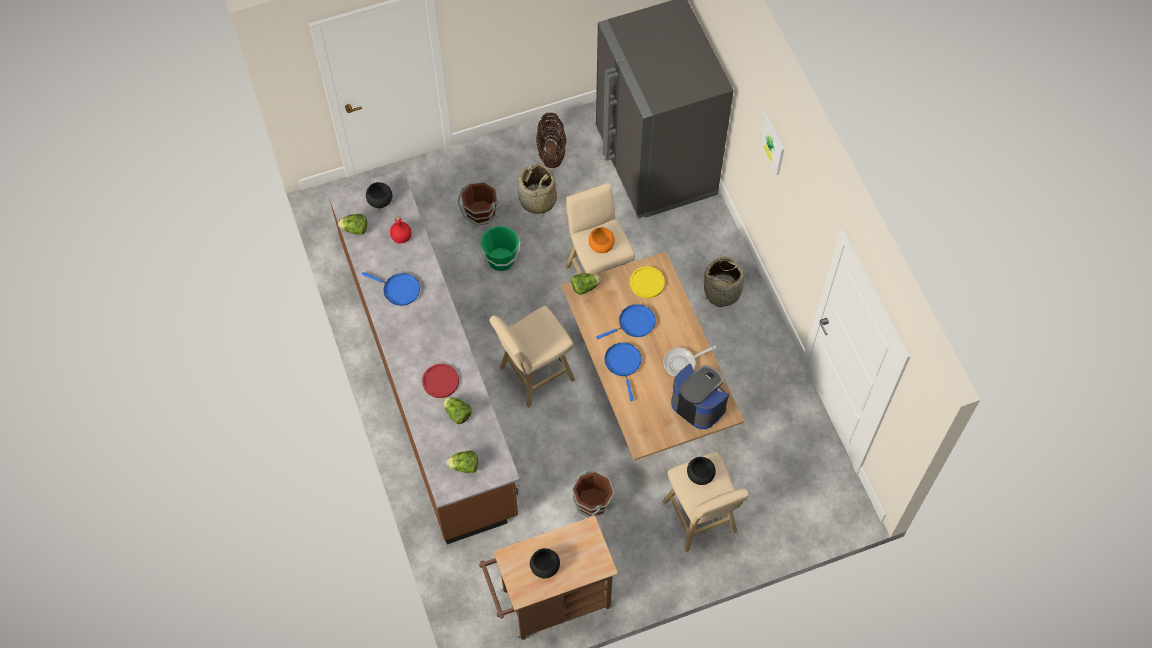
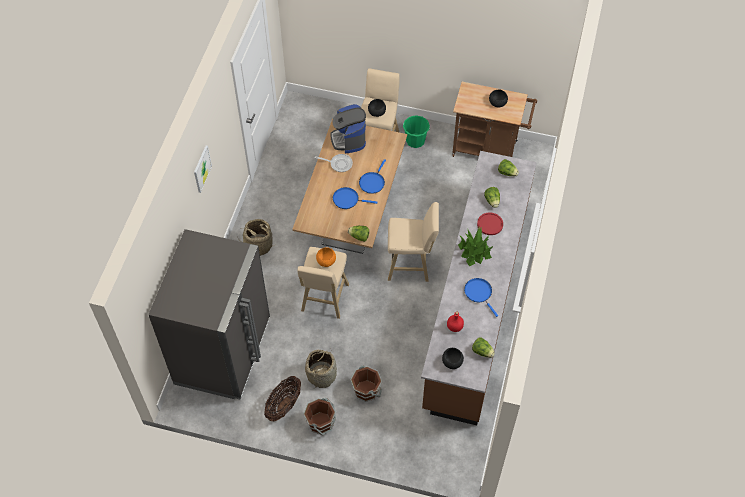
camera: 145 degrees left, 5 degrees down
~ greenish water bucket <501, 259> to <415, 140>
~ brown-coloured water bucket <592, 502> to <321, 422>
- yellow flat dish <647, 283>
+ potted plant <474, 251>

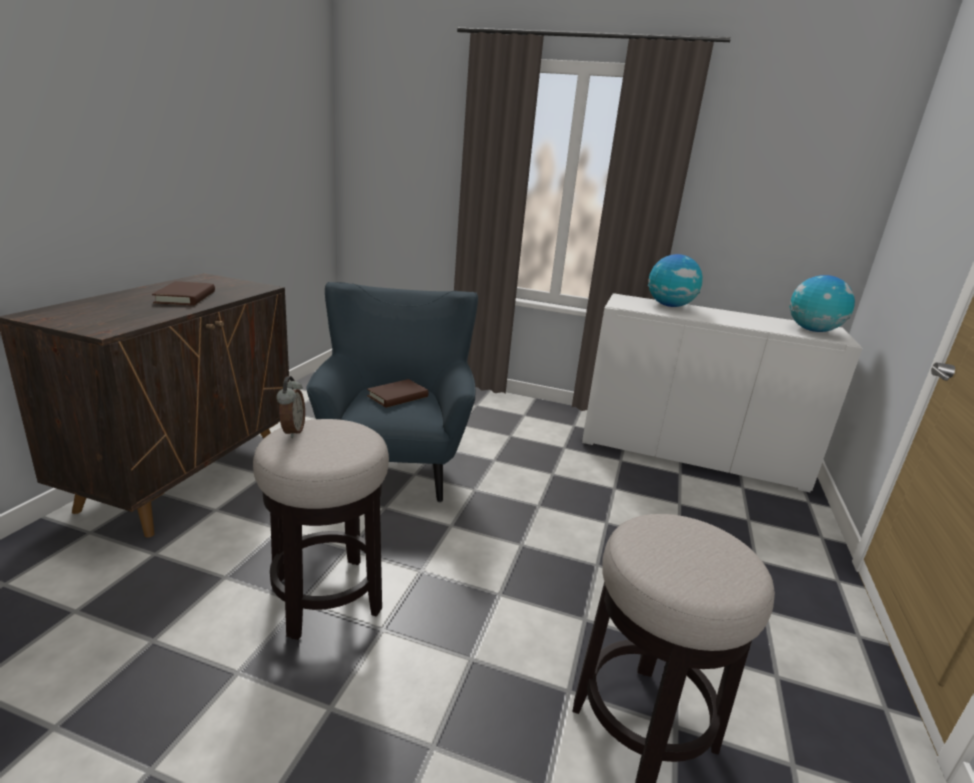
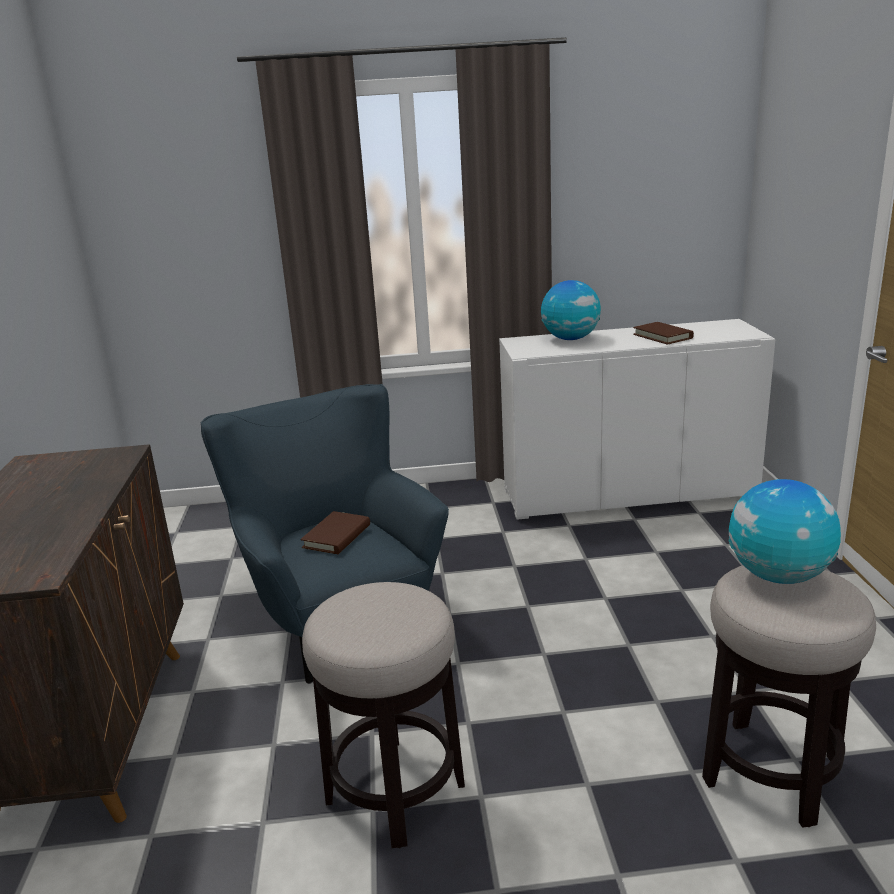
camera: 20 degrees left, 0 degrees up
~ brown-coloured bound book <185, 297> to <662, 336>
- alarm clock <292, 431>
~ world globe <813, 330> to <779, 576>

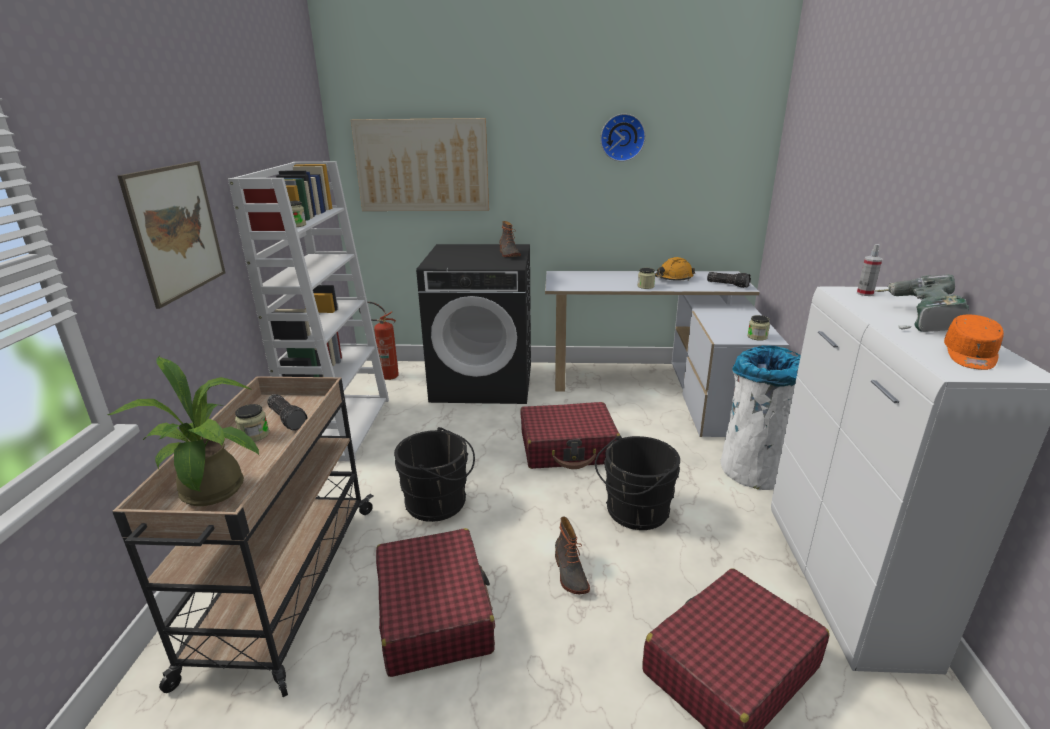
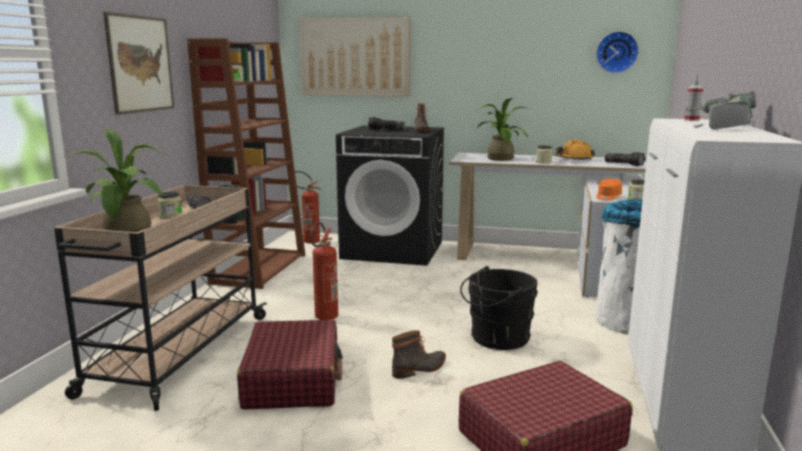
camera: 10 degrees right, 10 degrees down
~ white bookshelf <342, 426> to brown-coloured bookshelf <259, 268>
~ black-coloured water bucket <439, 503> to extinguisher <324, 318>
- reddish piece of luggage <568, 448>
~ tall boot <569, 573> = <420, 369> 120 degrees counterclockwise
~ wall clock <622, 137> to <616, 52>
~ orange cap <970, 356> to <608, 197>
+ flashlight <386, 130>
+ potted plant <500, 158>

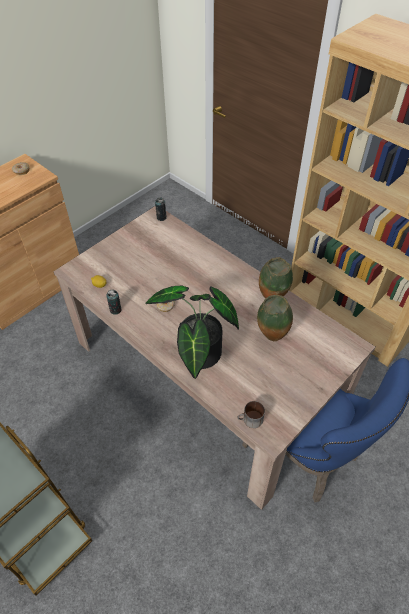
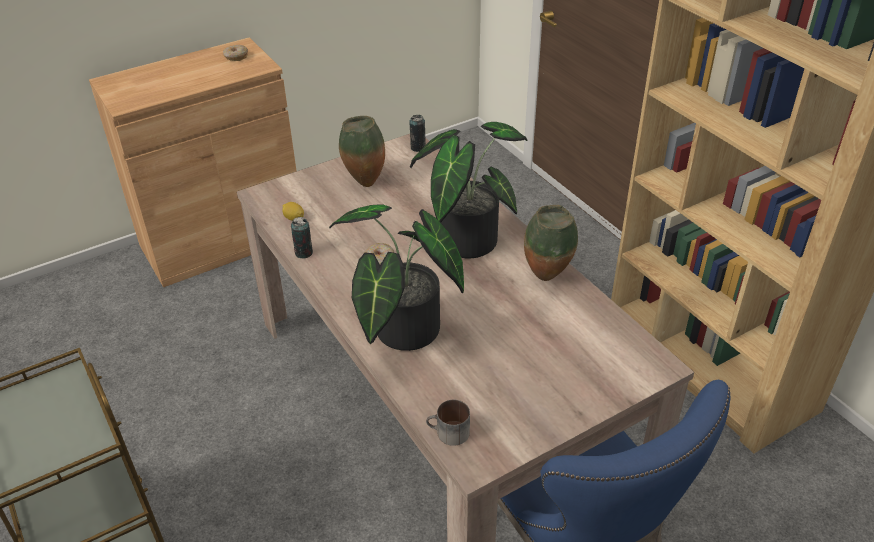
camera: 15 degrees right, 10 degrees down
~ flower vase <271, 338> to <364, 183>
+ potted plant <466, 237>

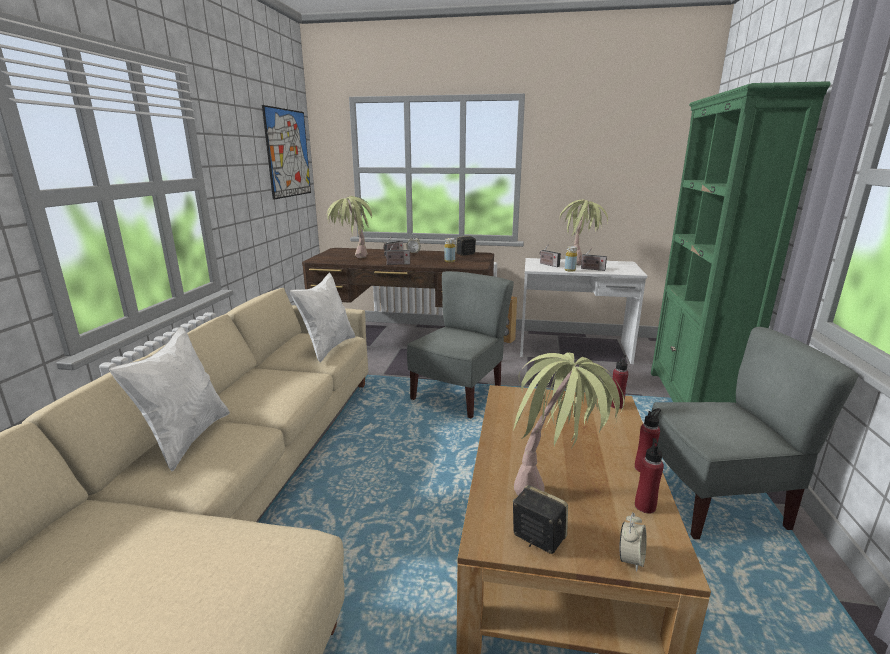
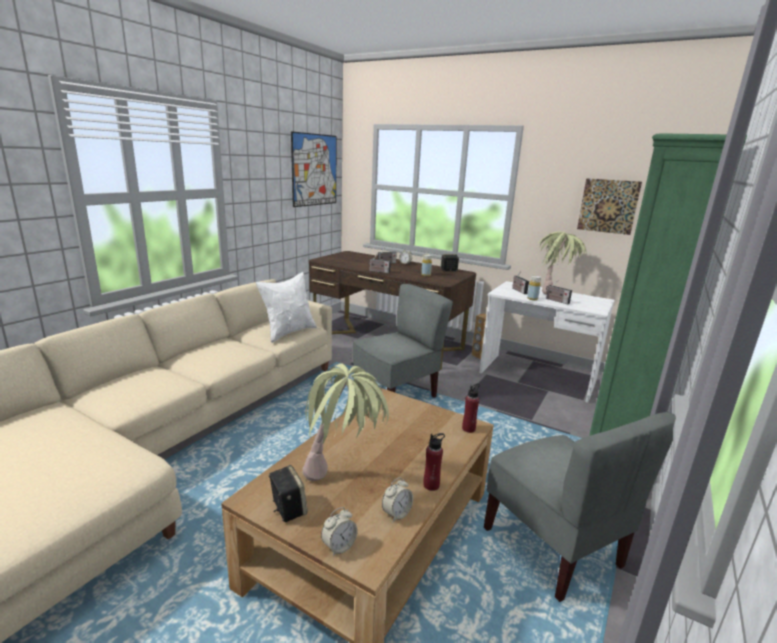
camera: 20 degrees right, 0 degrees up
- white cushion <187, 438>
- potted plant <352, 260>
~ reddish bottle <645, 506> to alarm clock <396, 513>
~ gray chair <714, 501> = <553, 547> 45 degrees clockwise
+ picture <608, 206>

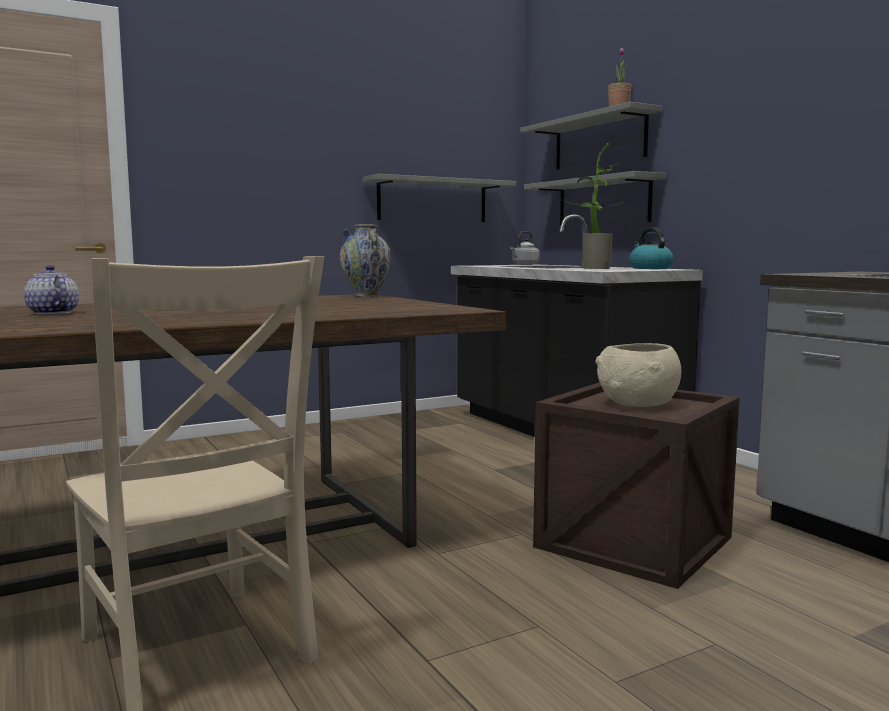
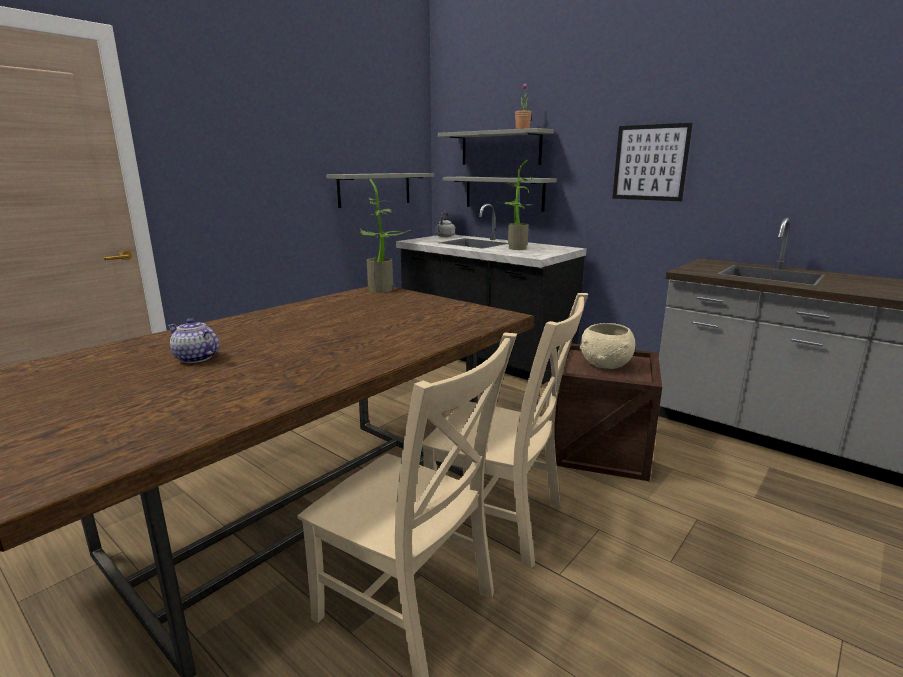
camera: 20 degrees left, 10 degrees up
~ flower vase <366, 295> to potted plant <384, 289>
- kettle <649, 268>
+ sand-coloured chair <500, 520>
+ picture <650, 163>

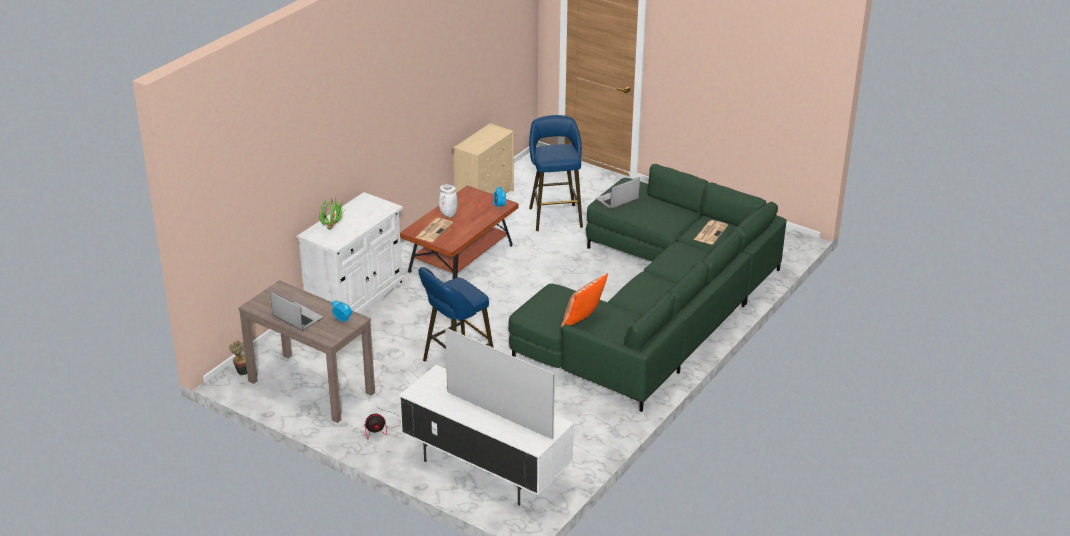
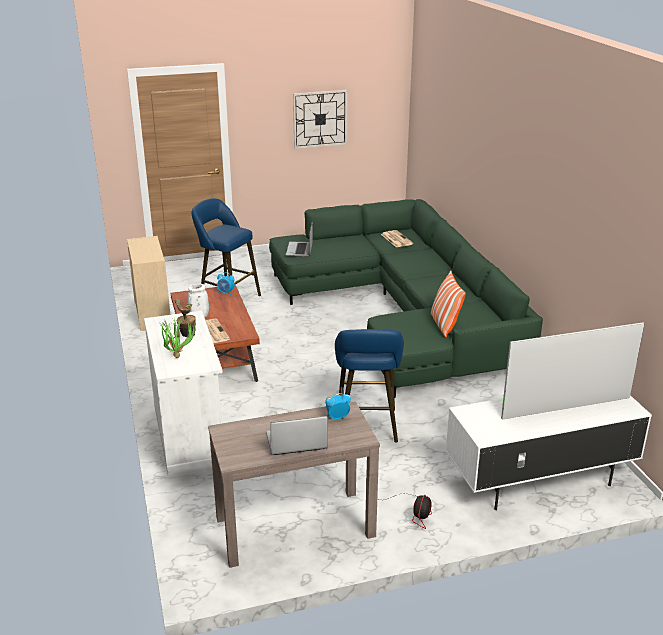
camera: 50 degrees left, 5 degrees down
~ potted plant <242, 371> to <186, 335>
+ wall clock <320, 119>

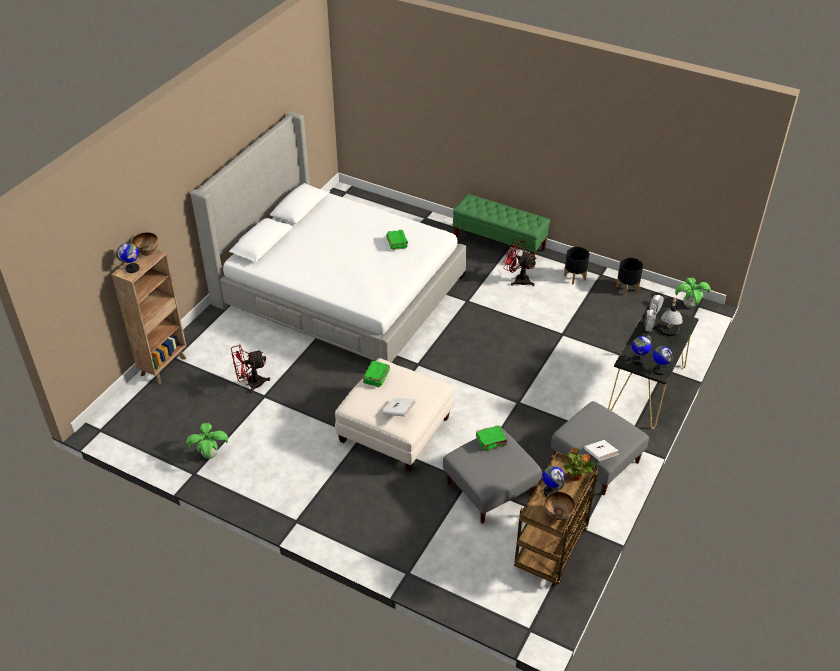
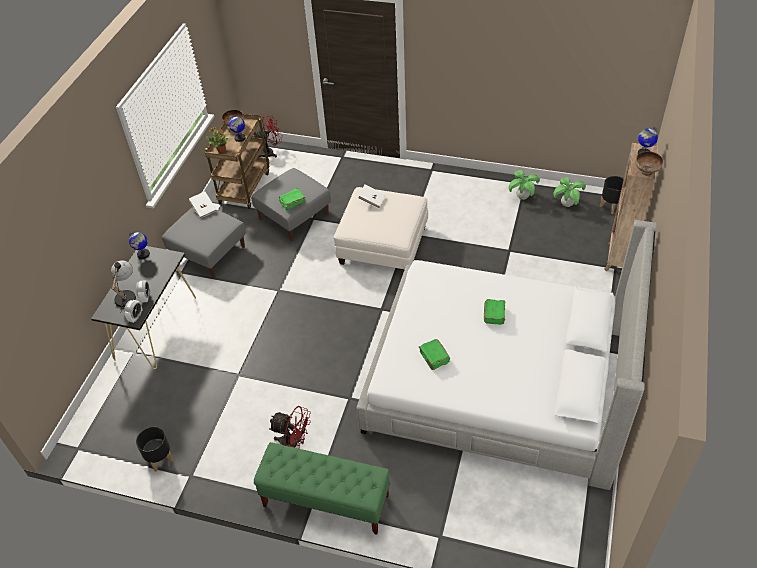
camera: 170 degrees right, 5 degrees up
~ reddish electric fan <251, 384> to <270, 152>
~ greenish bound book <376, 377> to <494, 315>
~ black-coloured plant pot <574, 277> to <611, 206>
- world globe <638, 360>
~ potted plant <689, 305> to <567, 205>

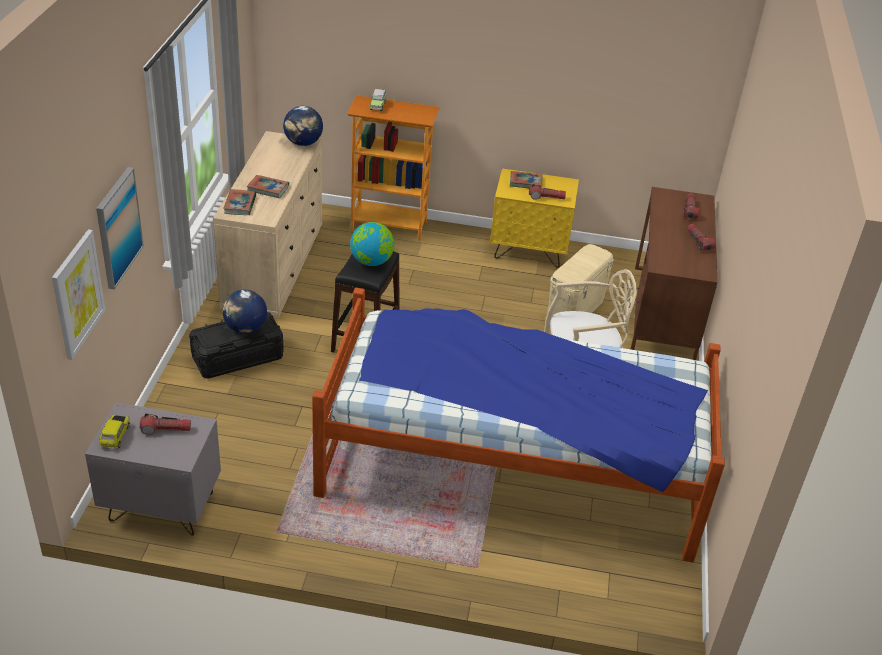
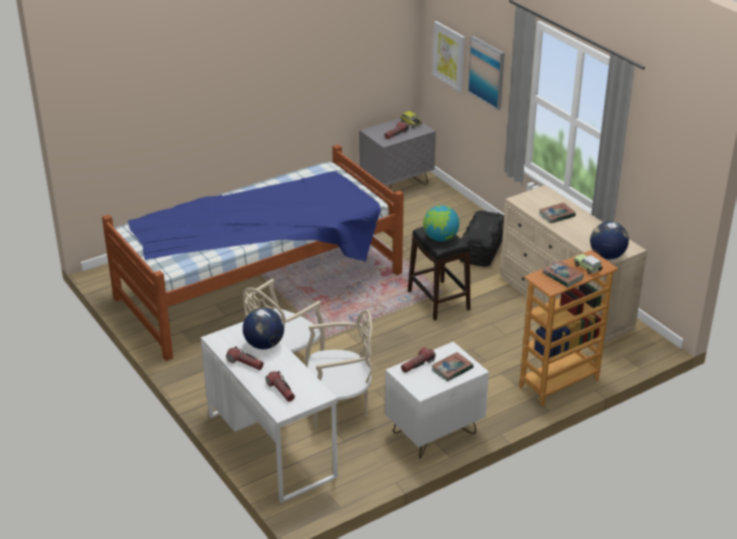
camera: 140 degrees right, 5 degrees down
~ world globe <245, 328> to <264, 344>
~ bound book <240, 205> to <562, 276>
~ yellow bedside table <529, 251> to white bedside table <434, 433>
~ sand-coloured storage bin <575, 309> to sand-coloured chair <338, 405>
~ brown-coloured desk table <662, 313> to white desk table <271, 445>

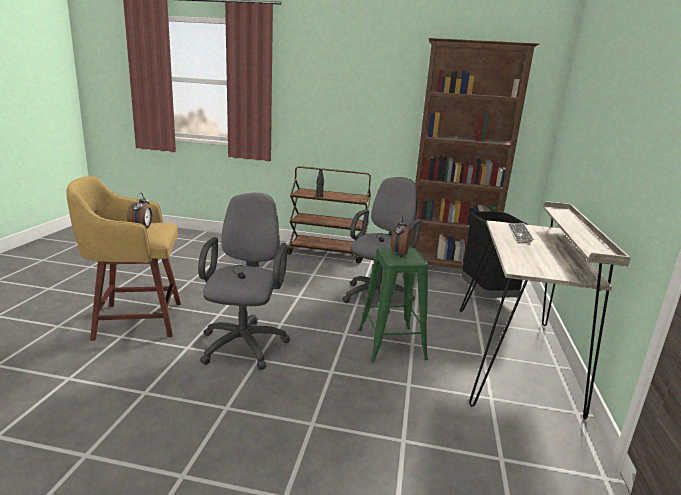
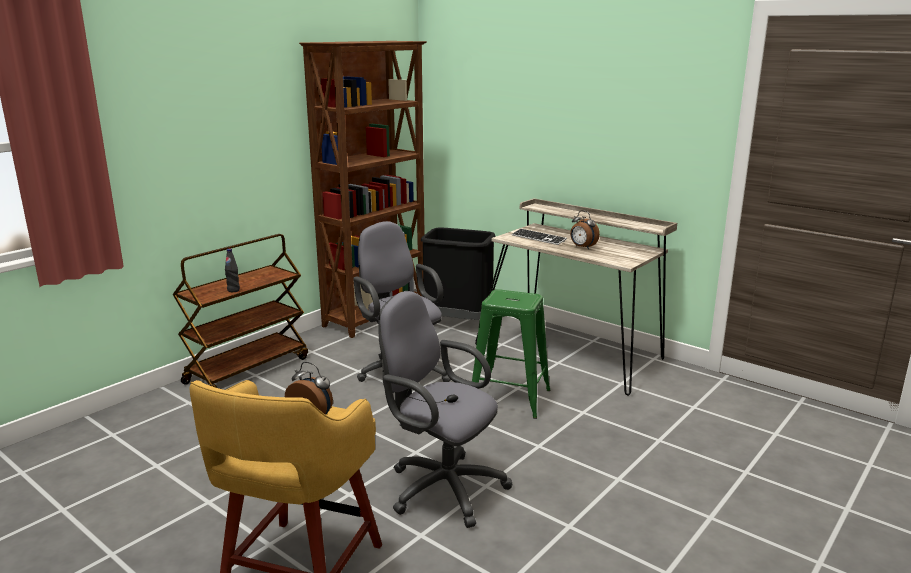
camera: 60 degrees left, 0 degrees up
~ alarm clock <398, 253> to <582, 247>

